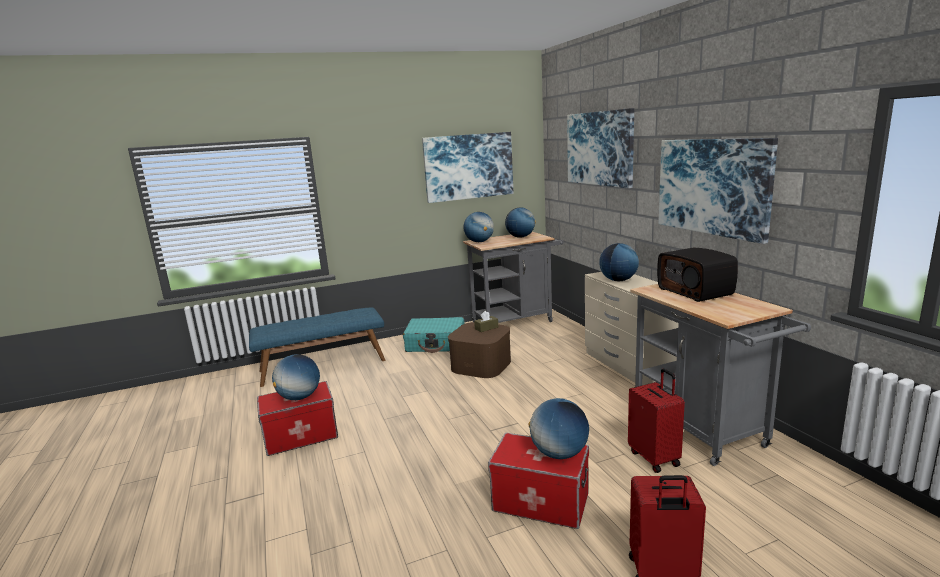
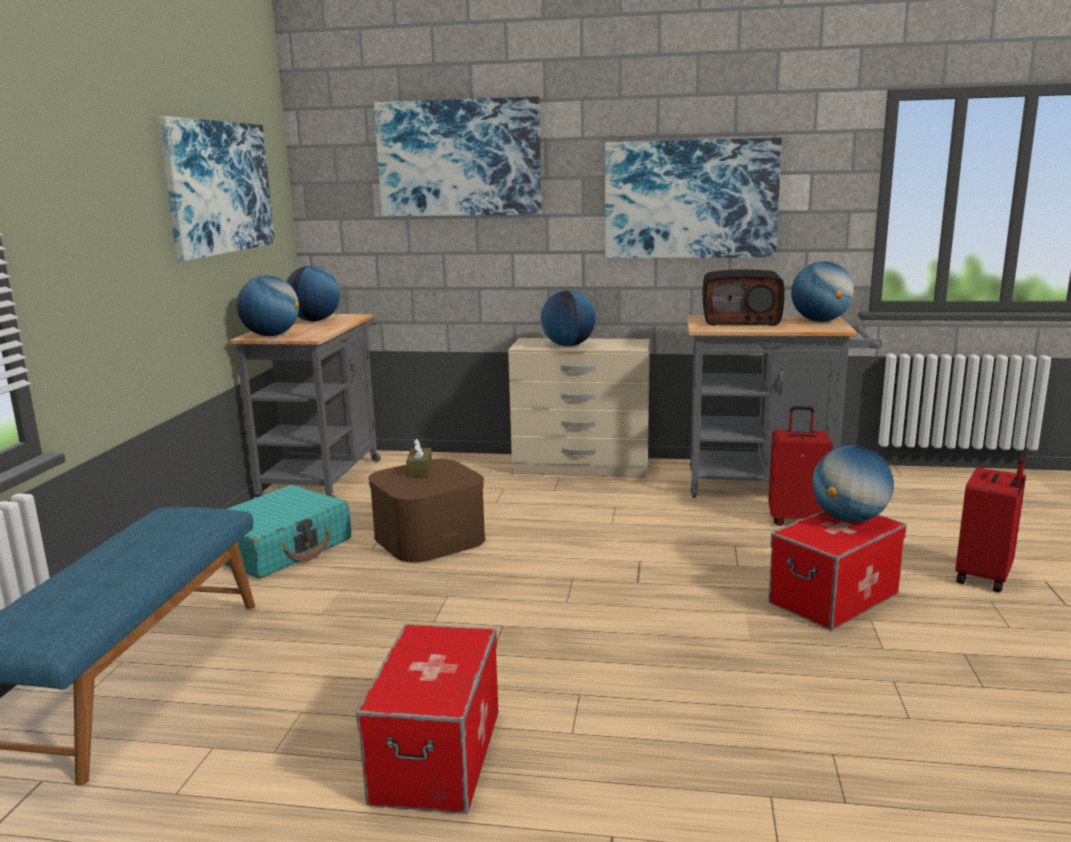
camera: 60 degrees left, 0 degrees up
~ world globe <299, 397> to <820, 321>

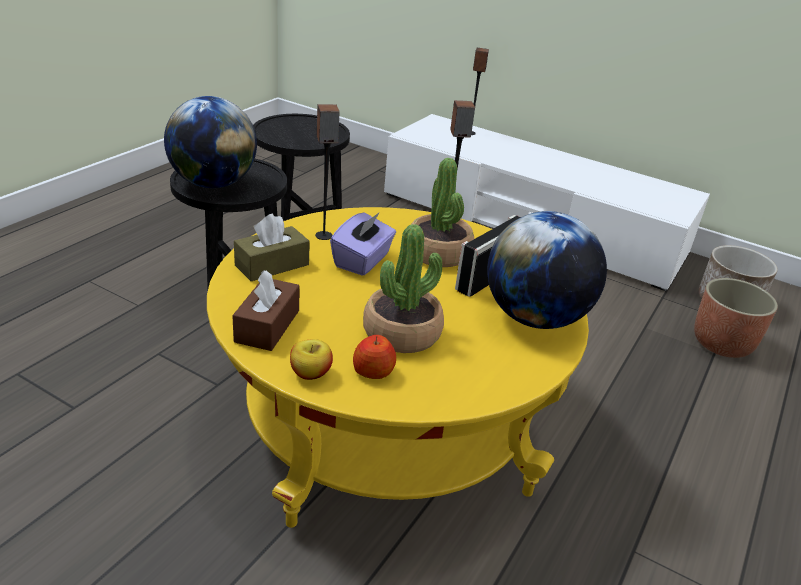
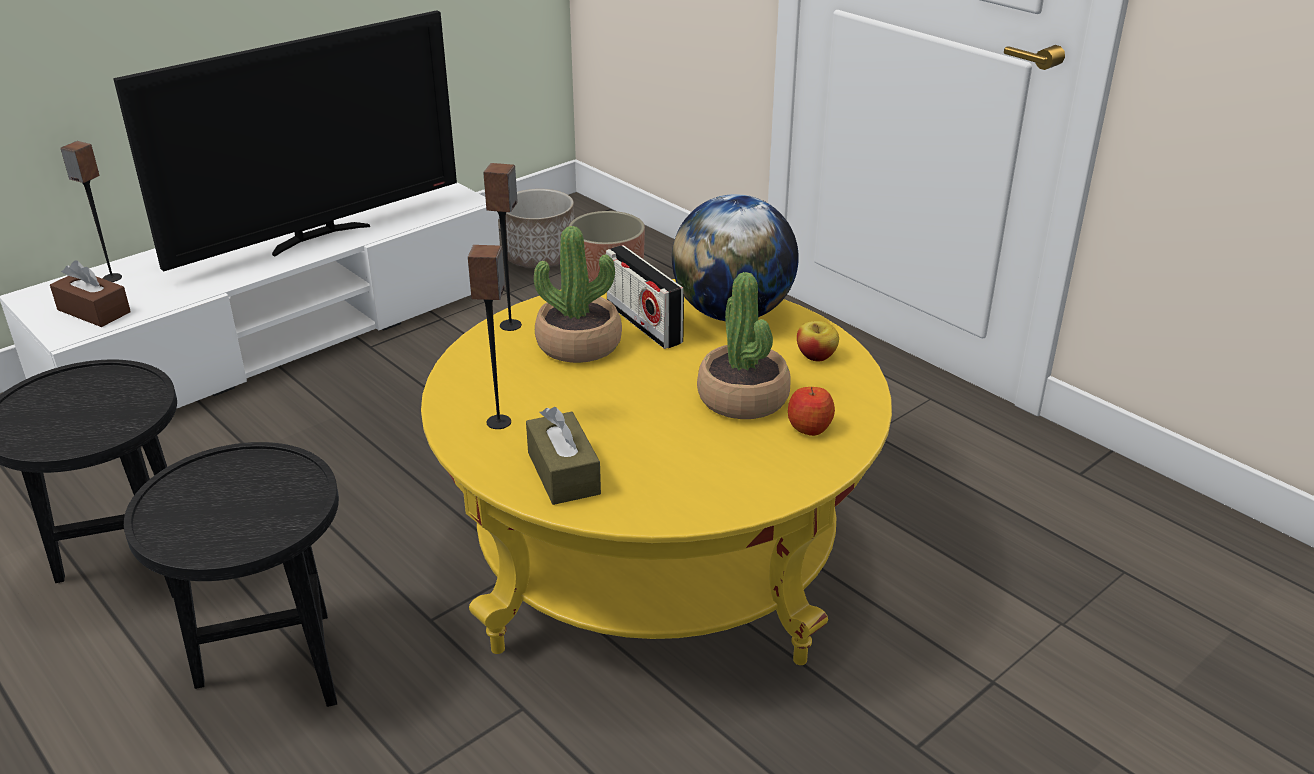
camera: 70 degrees left, 0 degrees up
- world globe <213, 184>
~ brown-coloured tissue box <267, 326> to <94, 311>
~ whole apple <310, 373> to <816, 356>
- purple tissue box <362, 261>
+ TV <318, 237>

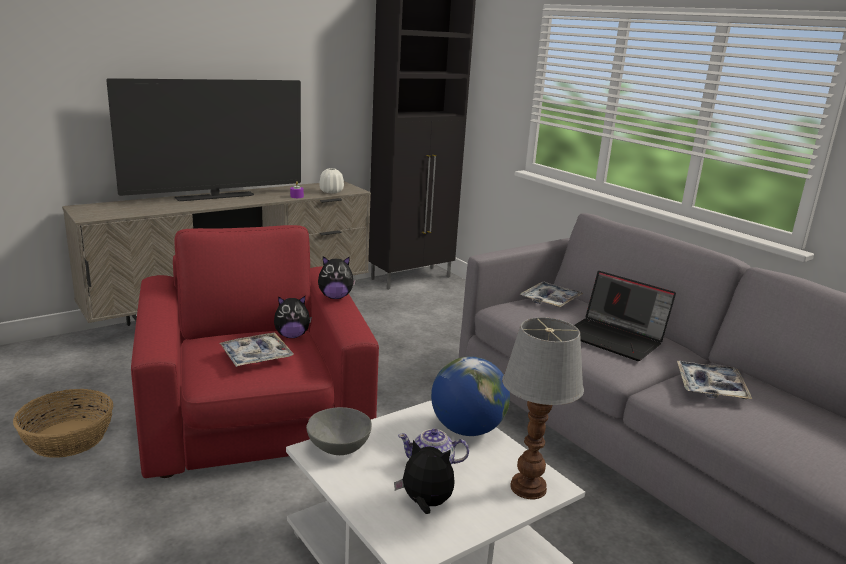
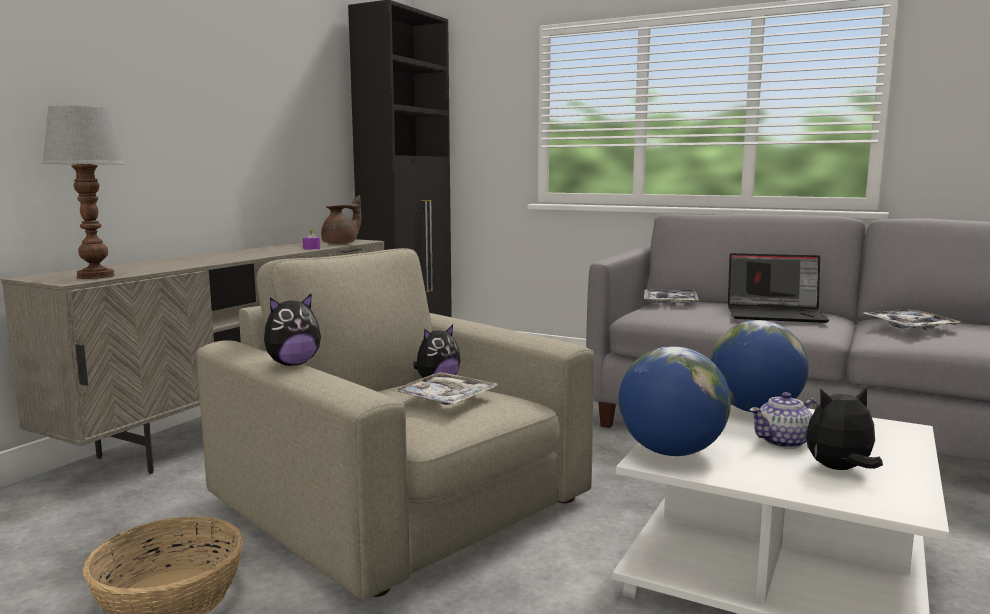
camera: 25 degrees left, 10 degrees down
- TV <215, 197>
~ reddish armchair <255, 413> to sand-coloured armchair <403, 500>
~ gray bowl <339, 447> to world globe <671, 452>
~ soft toy <335, 297> to <293, 364>
~ white flower vase <331, 192> to brown-coloured tea pot <341, 243>
~ tabletop lamp <529, 488> to <97, 276>

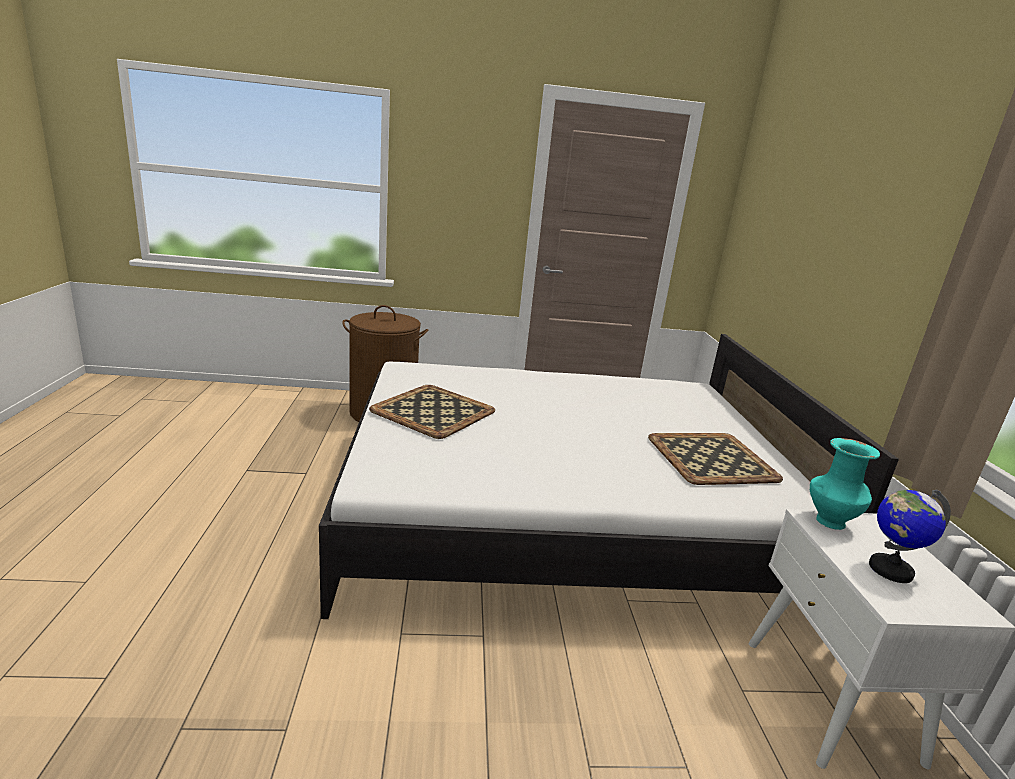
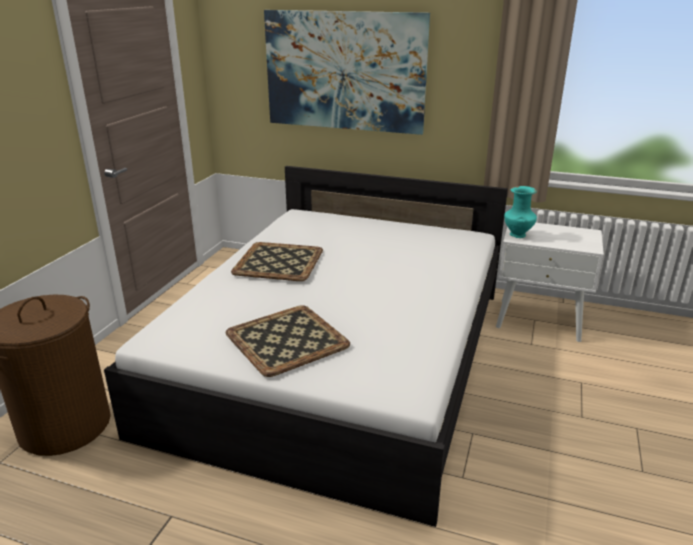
camera: 65 degrees left, 5 degrees up
~ carrying tray <711, 459> to <279, 262>
- world globe <890, 569>
+ picture <344, 71>

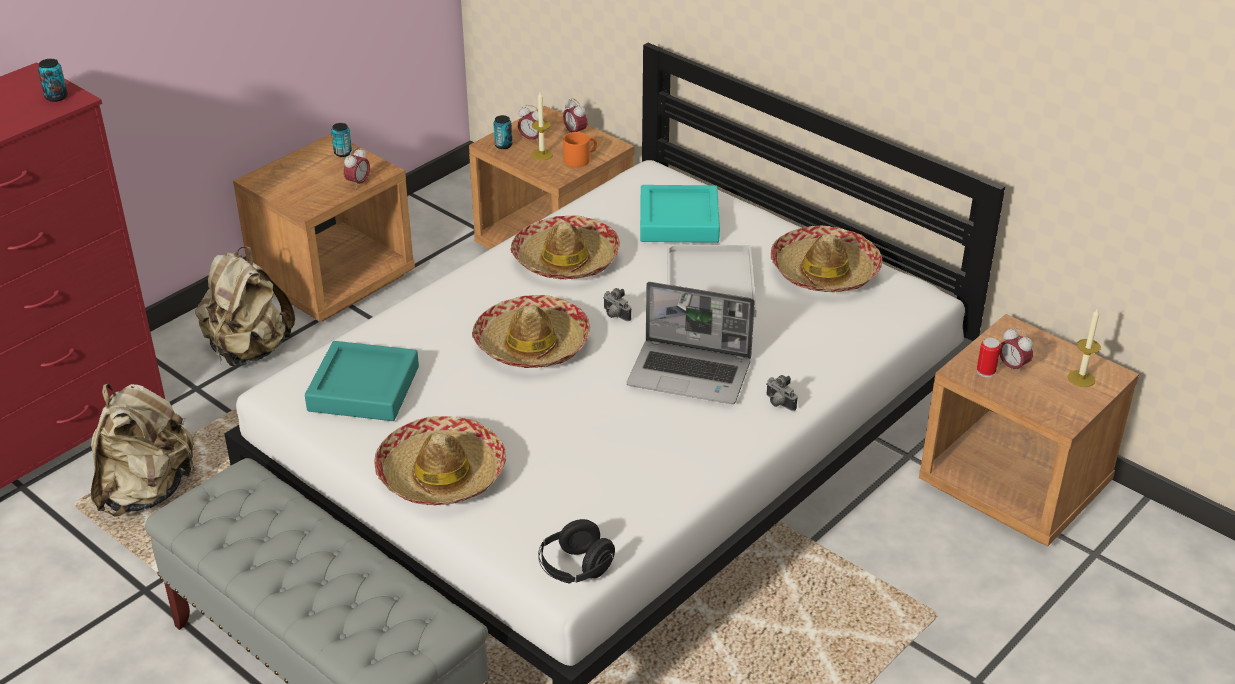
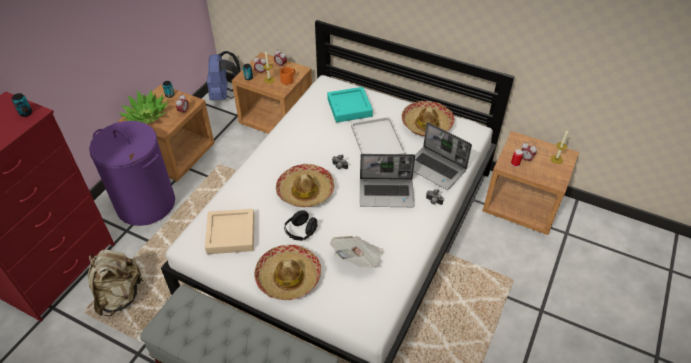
camera: 15 degrees left, 10 degrees up
~ sand-coloured backpack <249, 350> to purple laundry basket <146, 203>
~ turquoise-coloured carrying tray <364, 389> to sand-coloured carrying tray <231, 234>
- wearable hat <566, 260>
~ black-coloured headphones <575, 569> to <301, 232>
+ potted plant <146, 115>
+ bluish backpack <224, 95>
+ newspaper <358, 259>
+ laptop <436, 169>

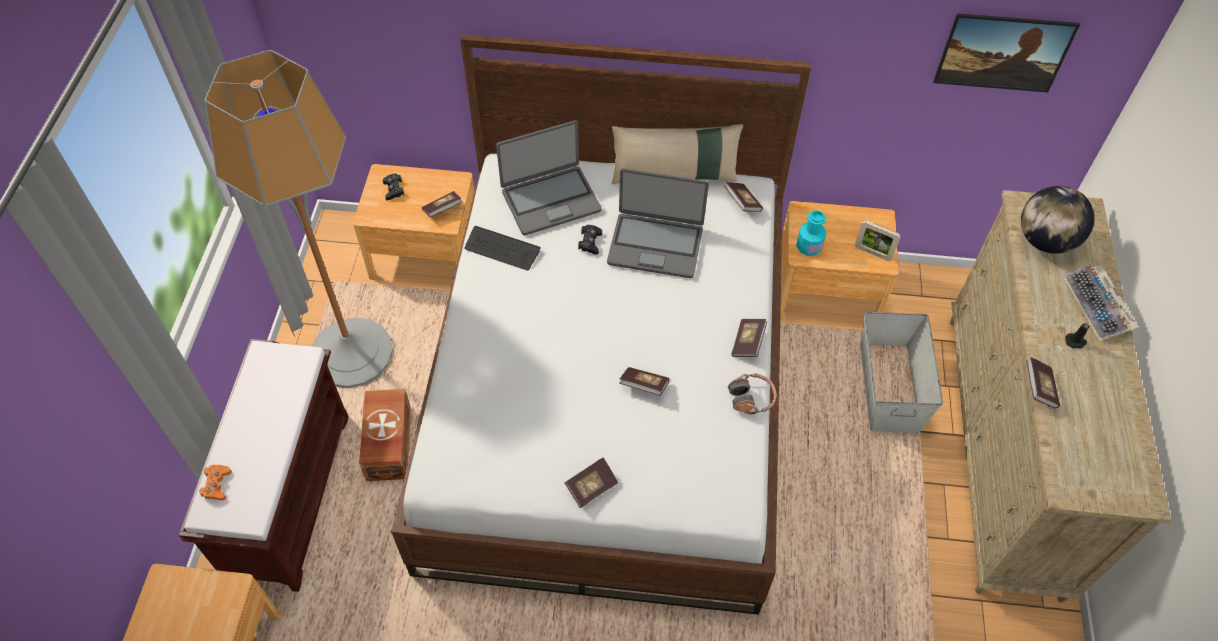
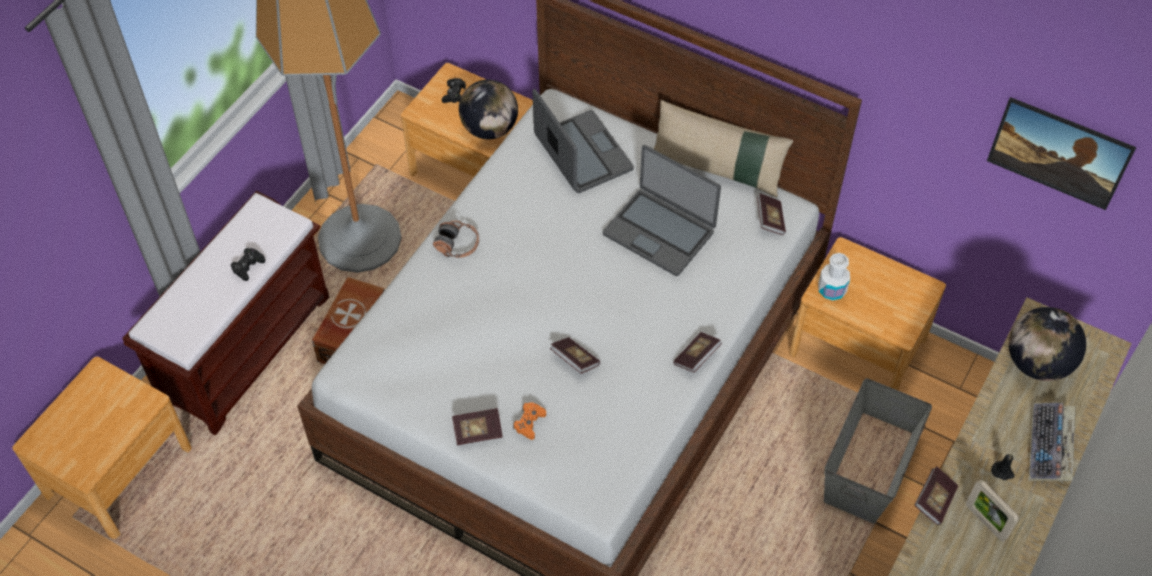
camera: 25 degrees right, 0 degrees up
~ orange game controller <217, 485> to <529, 423>
~ bound book <443, 209> to world globe <489, 129>
- computer keyboard <502, 249>
~ laptop <550, 200> = <582, 154> 120 degrees counterclockwise
~ black-coloured game controller <590, 242> to <248, 266>
~ headphones <751, 398> to <457, 245>
~ turquoise-coloured bottle <809, 247> to white bottle <831, 290>
~ standing frame <873, 253> to <985, 522>

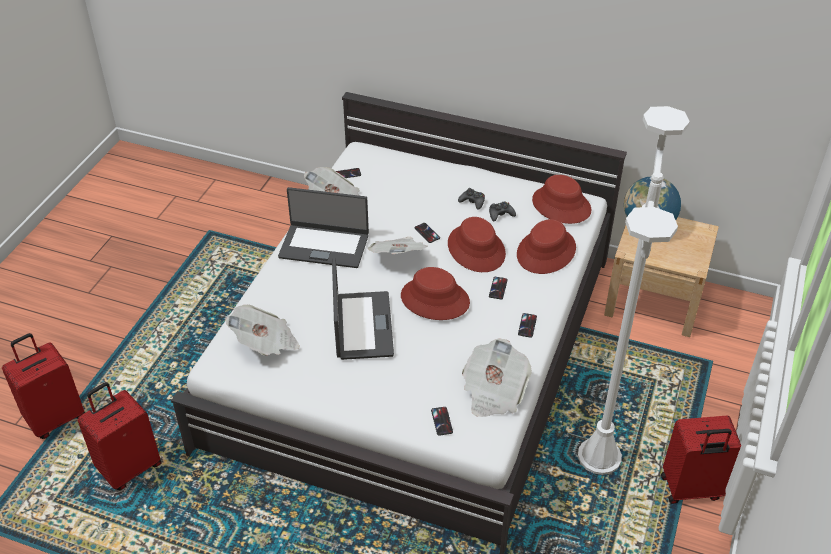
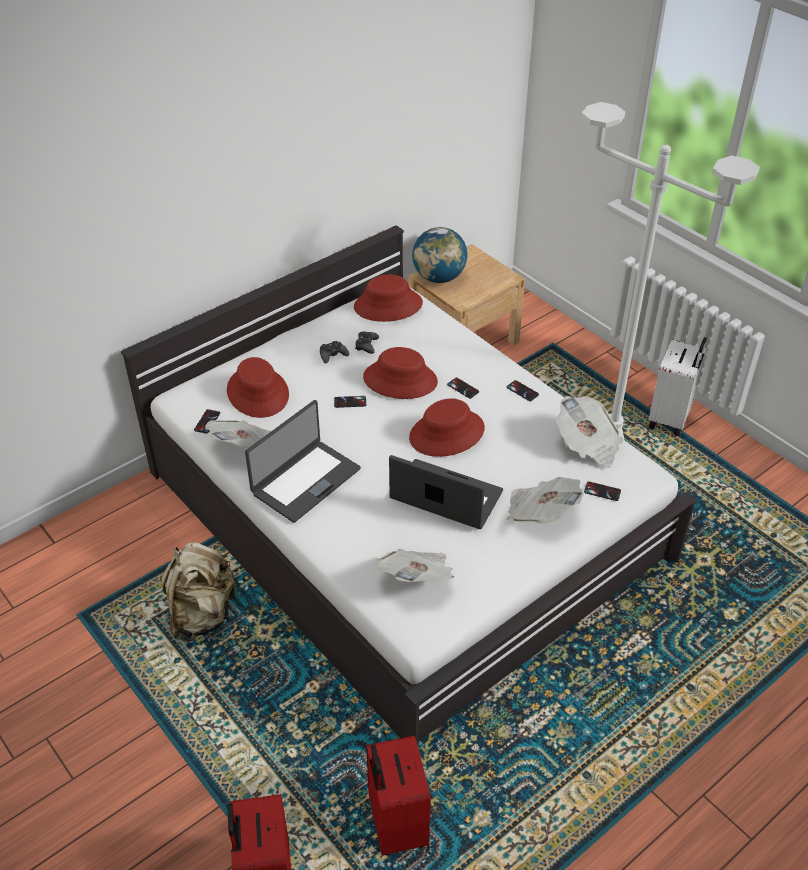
camera: 60 degrees left, 0 degrees up
~ newspaper <398, 257> to <540, 513>
~ reddish wearable hat <546, 251> to <258, 392>
~ reddish piece of luggage <691, 489> to white piece of luggage <670, 418>
+ sand-coloured backpack <202, 614>

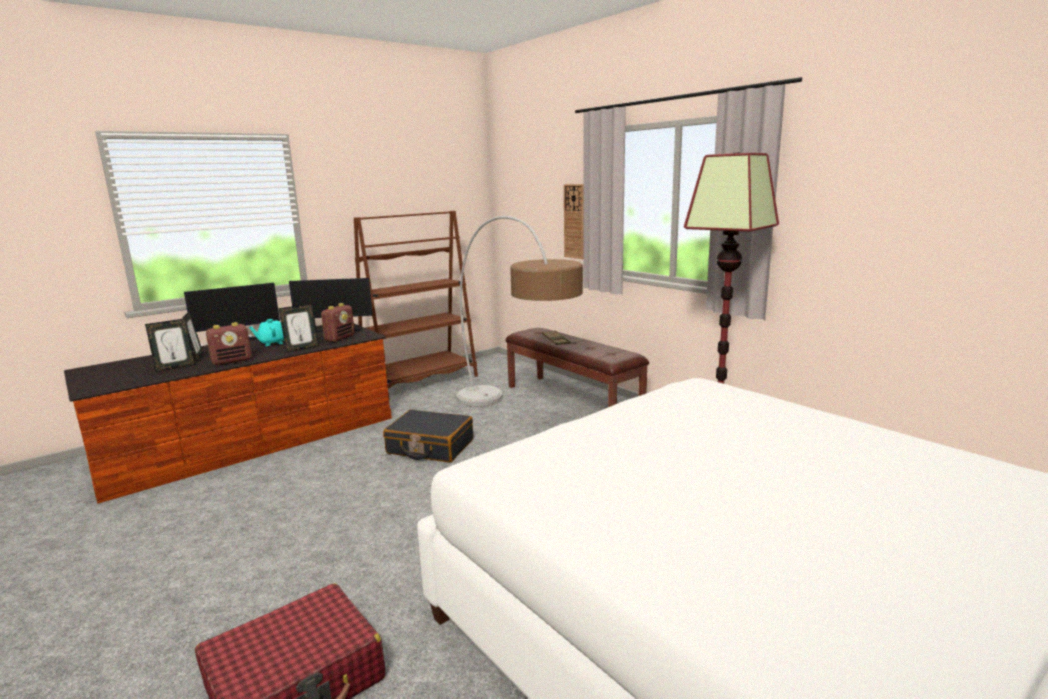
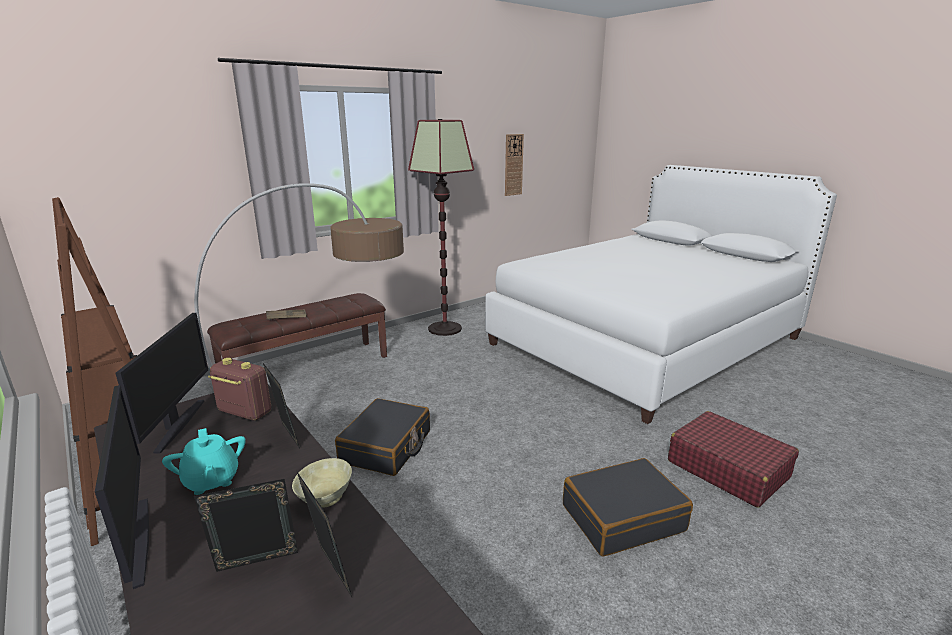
camera: 90 degrees left, 5 degrees up
~ radio <232, 361> to sand-coloured bowl <324, 498>
~ wall clock <574, 221> to <513, 165>
+ black-coloured piece of luggage <622, 517>

